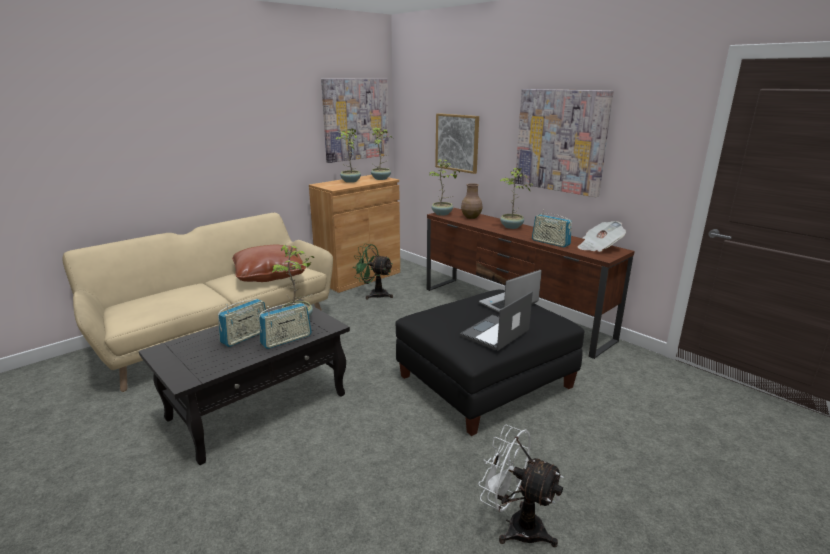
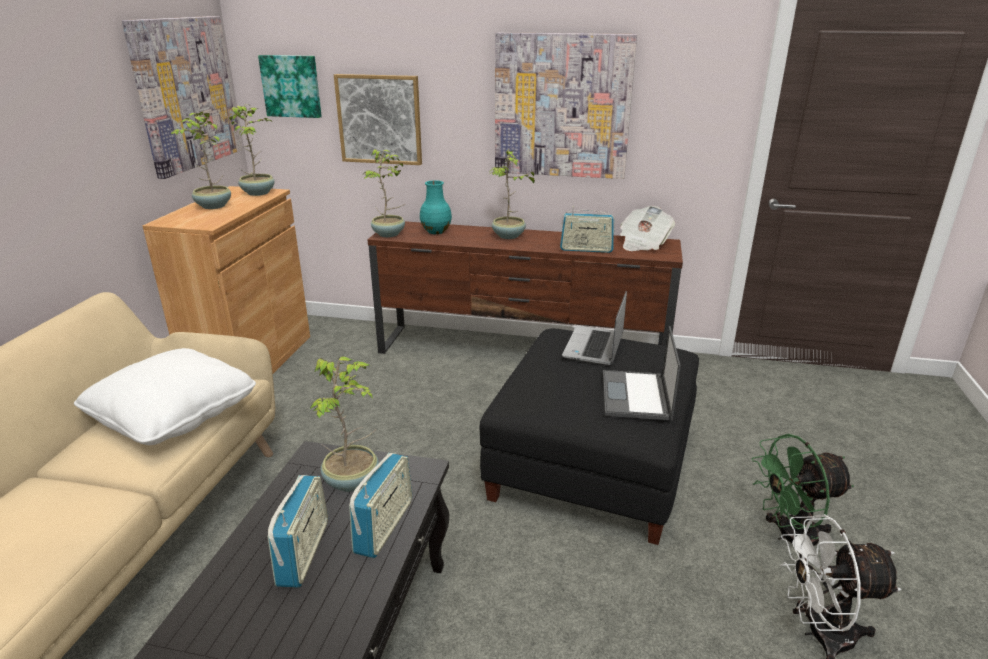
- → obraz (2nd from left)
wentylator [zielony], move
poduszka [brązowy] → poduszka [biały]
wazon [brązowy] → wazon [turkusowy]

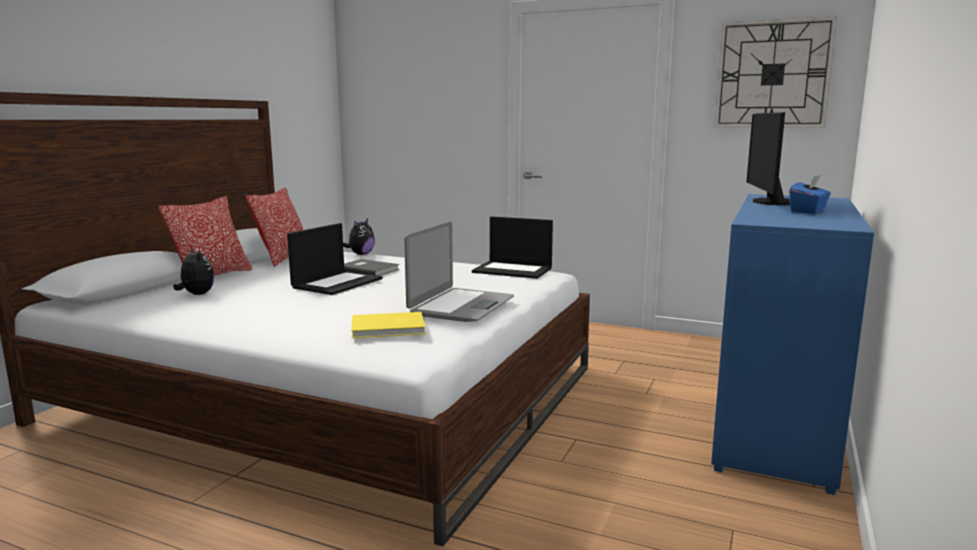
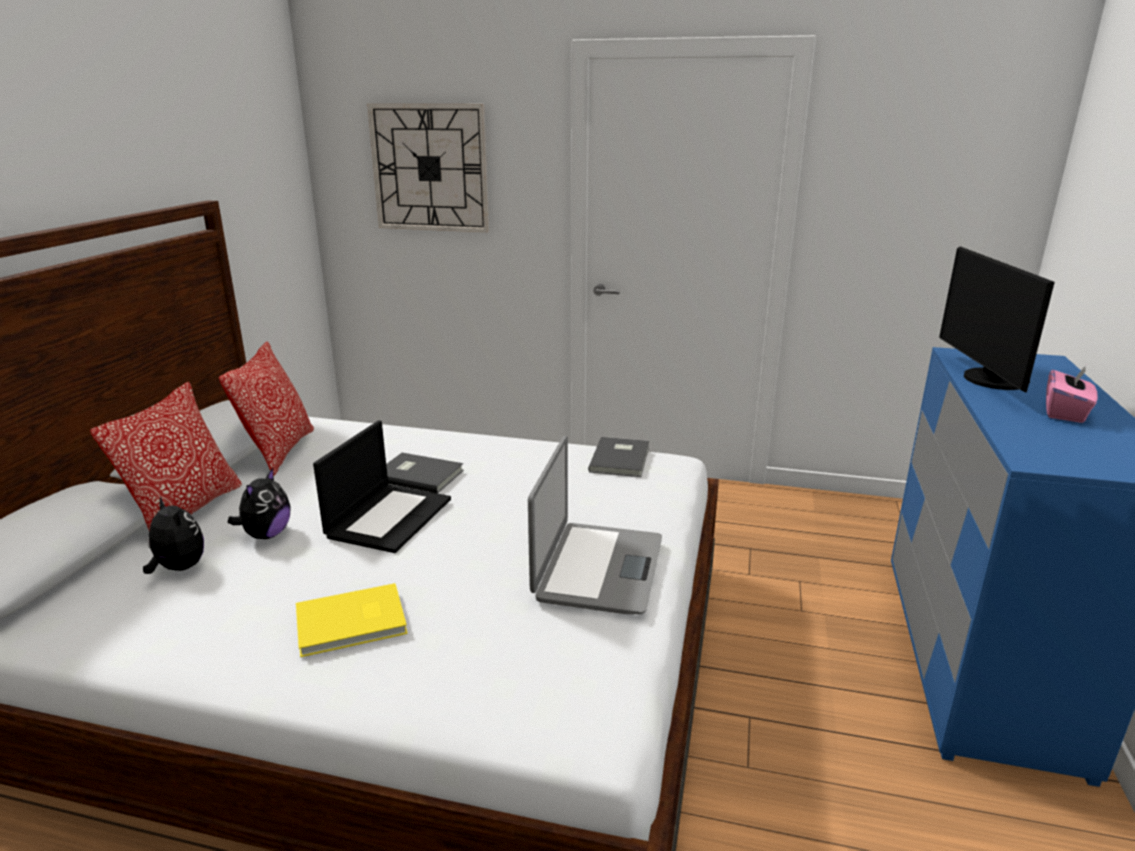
pluszak (2nd from left), move
książka [żółty], move
zegar ścienny, move
laptop (3rd from left) → książka [szary] (2nd from left)
pudełko chusteczek [niebieski] → pudełko chusteczek [różowy]

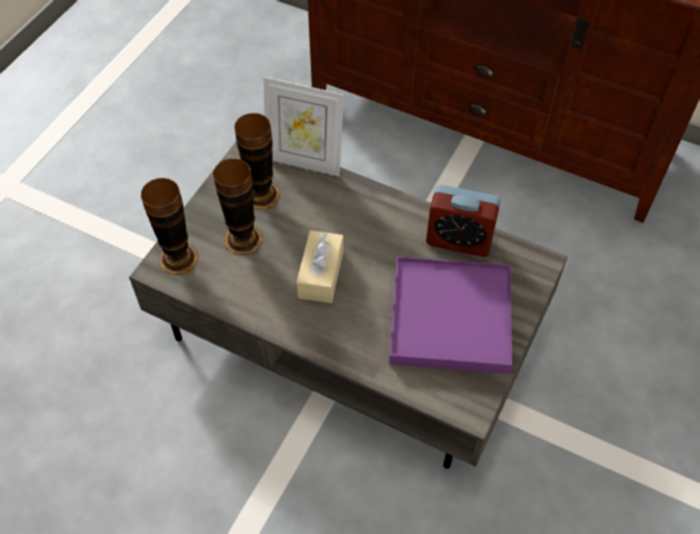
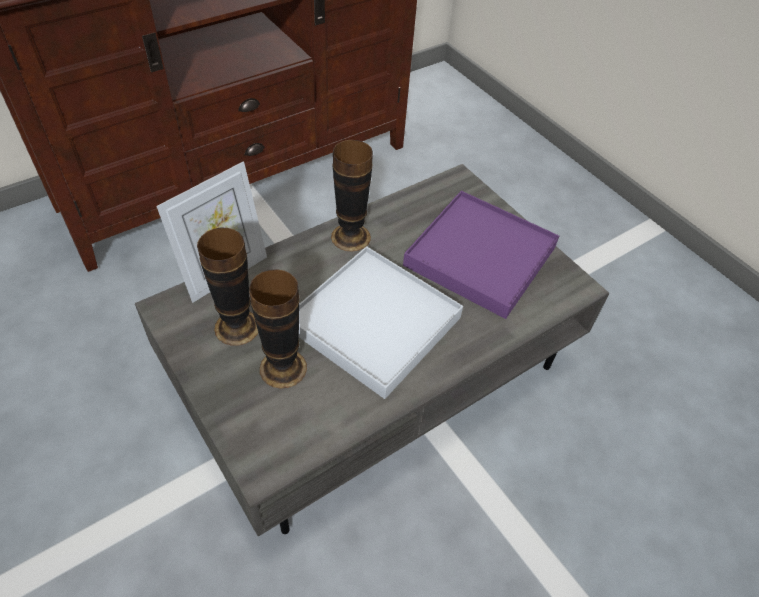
budzik → -
wazon (1st from left in the first image) → wazon (3rd from left), move
pudełko chusteczek [beżowy] → taca [biały]

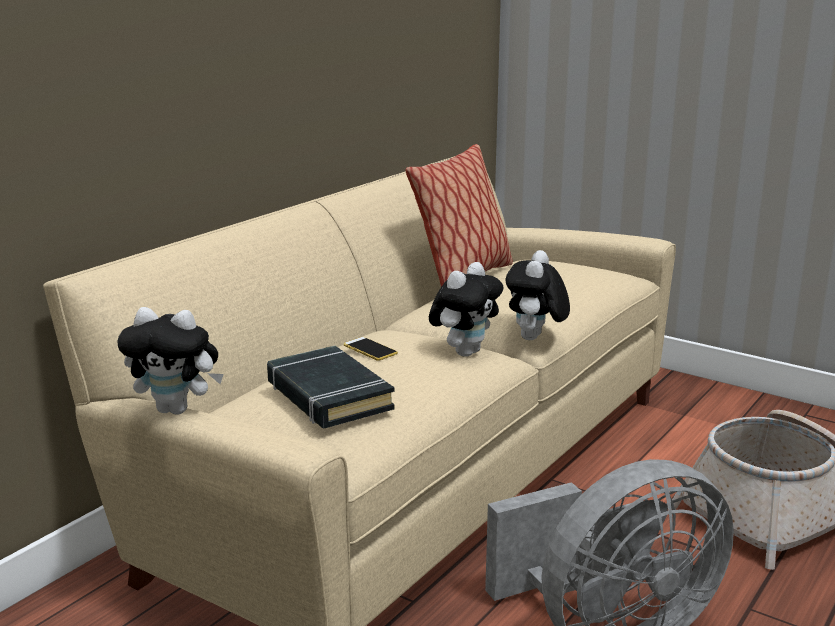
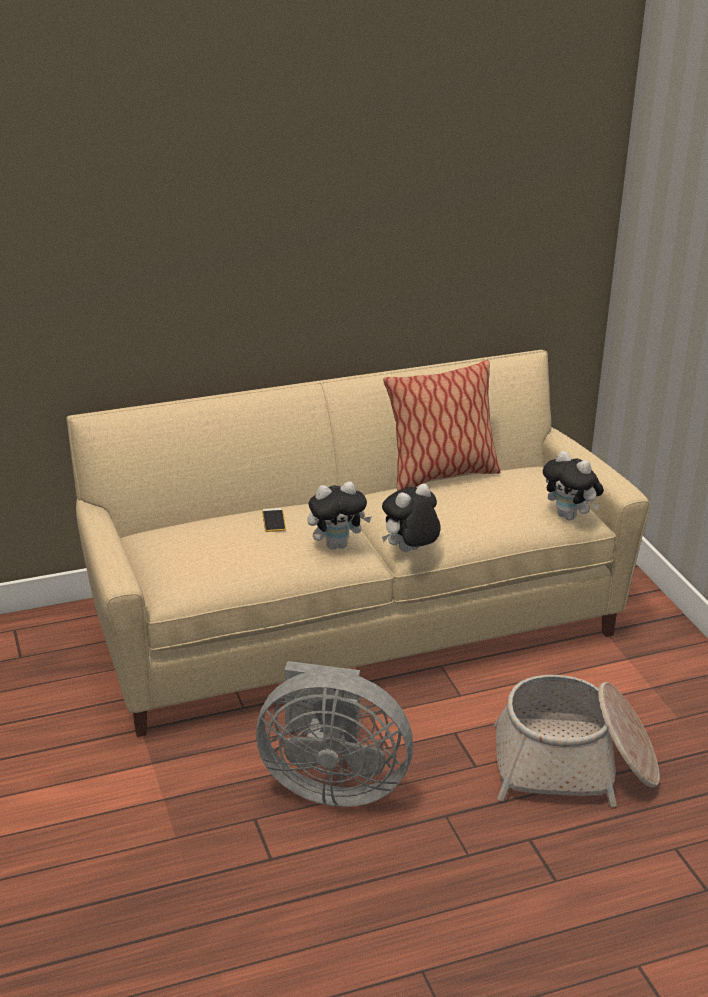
książka [czarny] → -
pluszak (1st from left in the first image) → pluszak (3rd from left), move

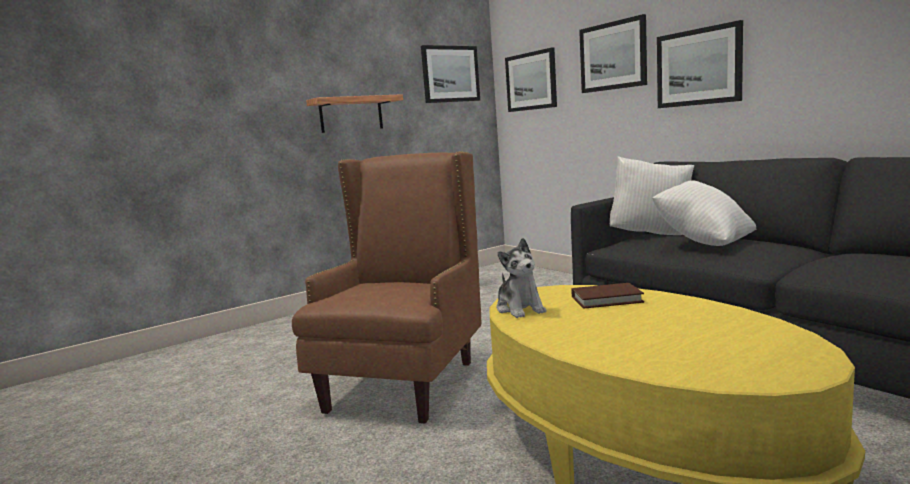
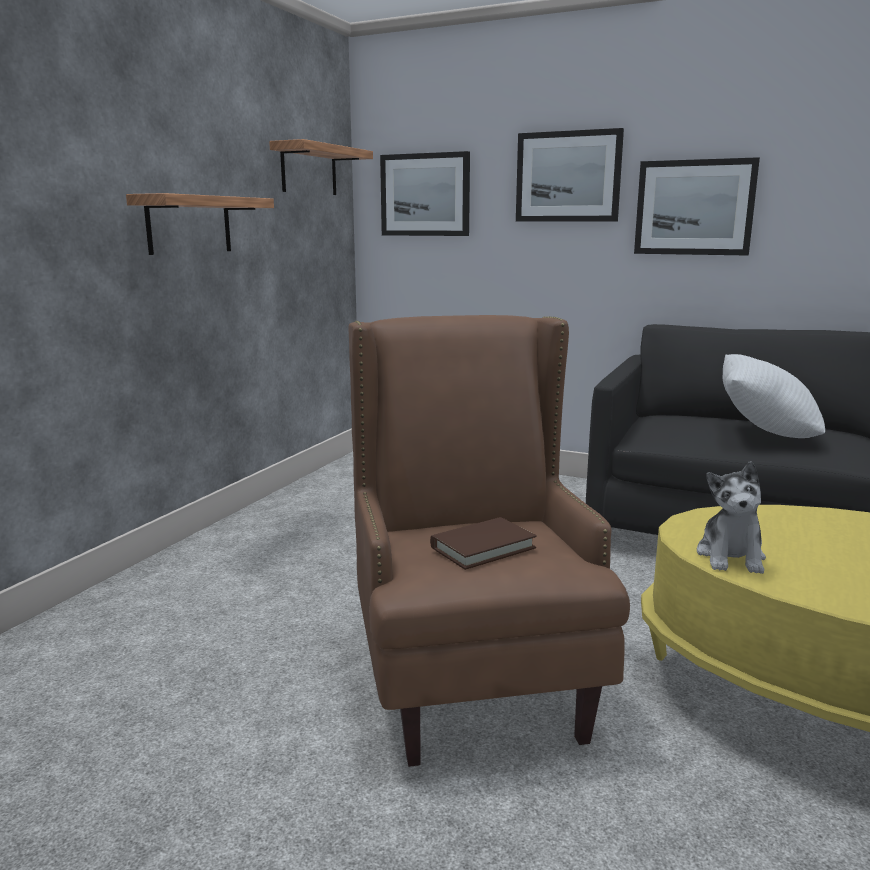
poduszka [biały] (1st from left) → -
książka [brązowy], move
obraz (1st from left) → półka (2nd from left)
pluszak, 60 degrees clockwise

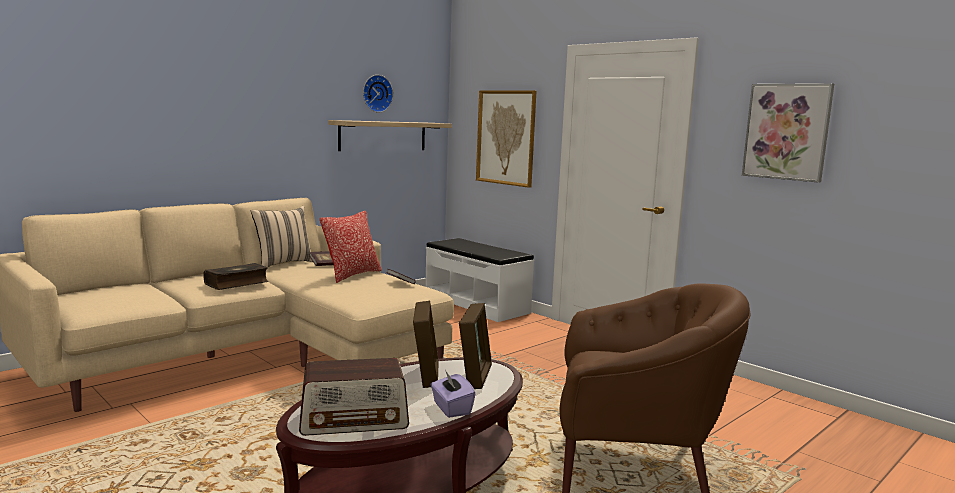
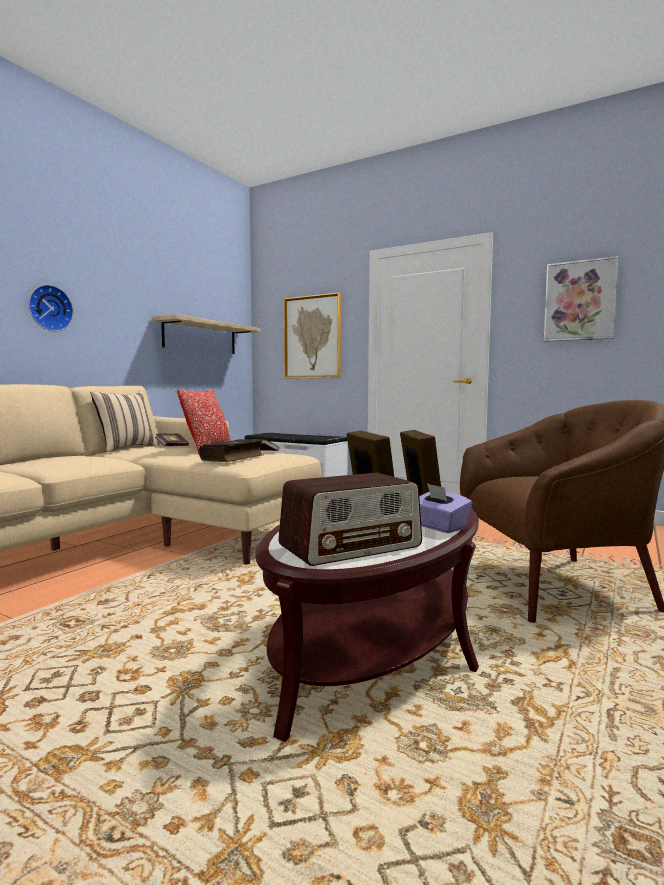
książka (1st from left in the first image) → książka (2nd from left), move
zegar ścienny, move

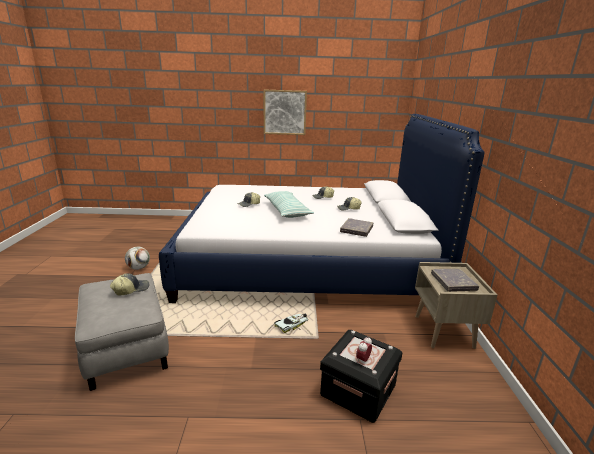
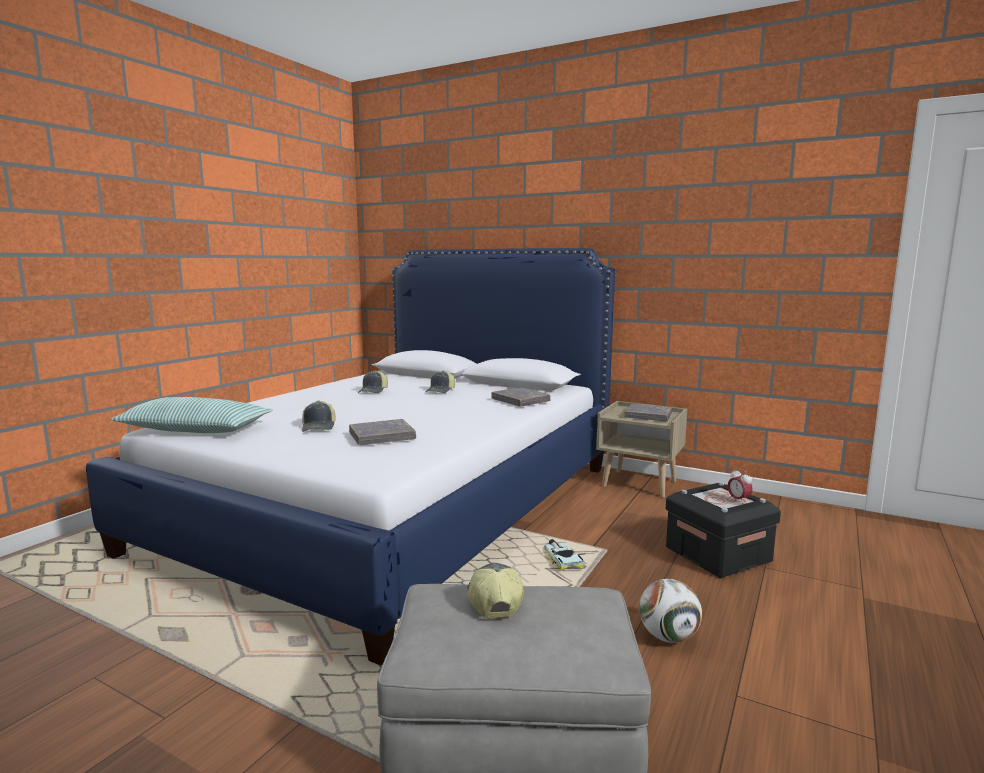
obraz → -
- → książka [szary] (1st from left)
piłka futbolowa, move
poduszka, move

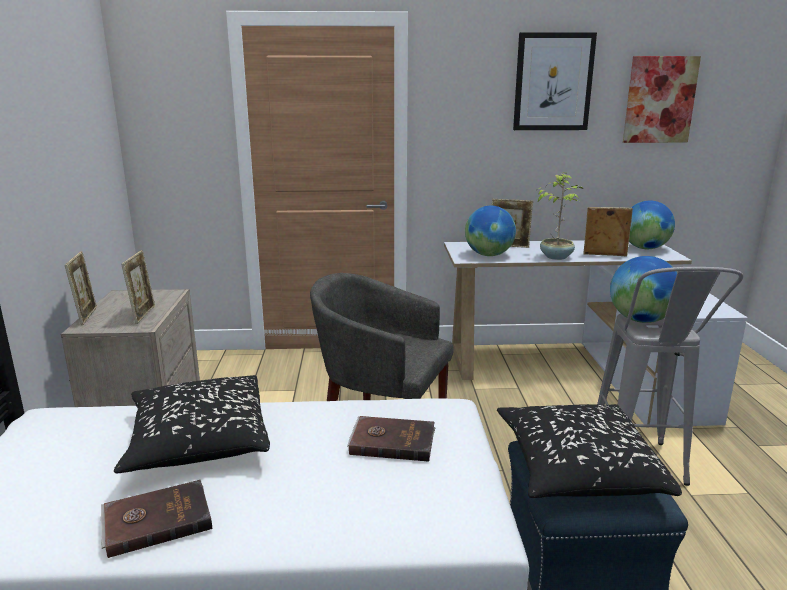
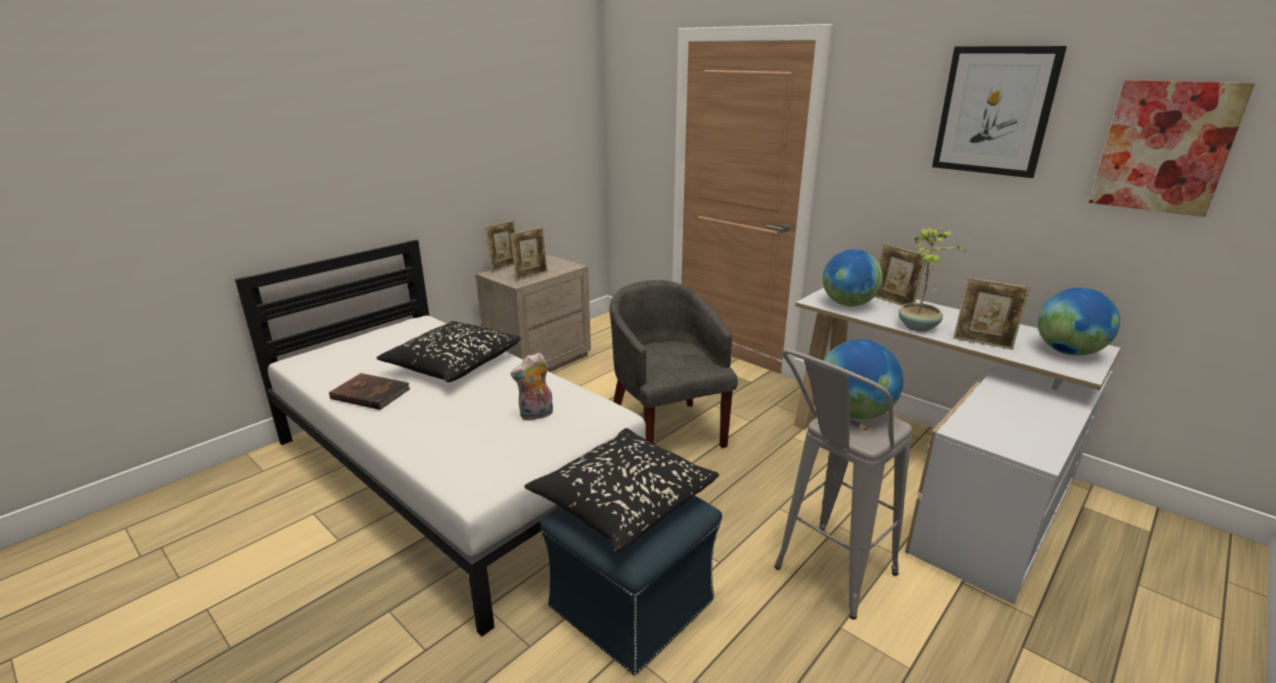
książka [brązowy] (2nd from left) → pluszak
ramka na zdjęcie (4th from left), 150 degrees clockwise

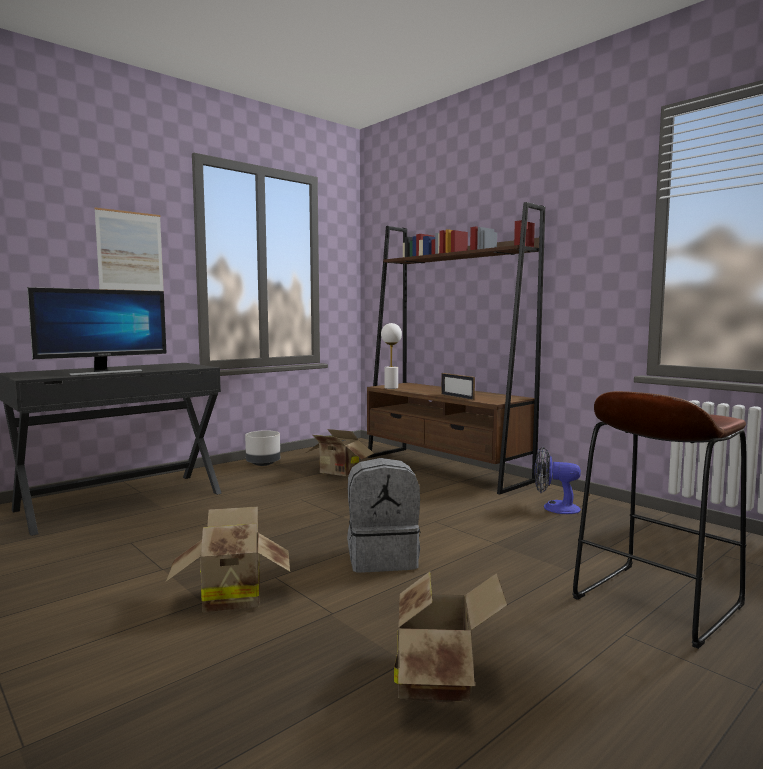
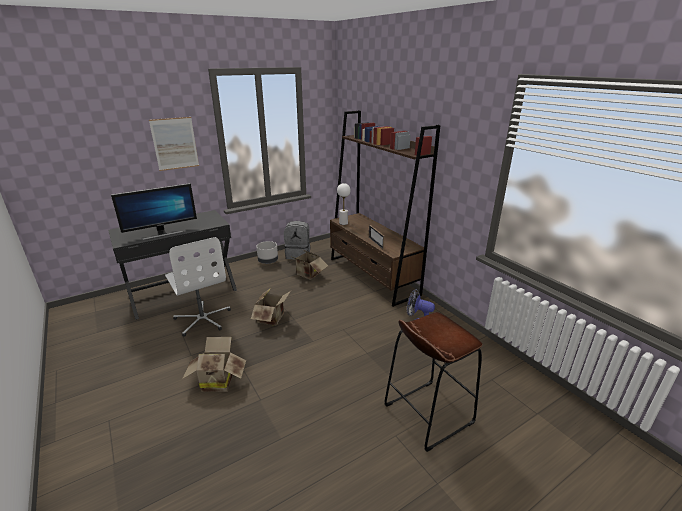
- → krzesło biurowe [biały]
plecak [szary], move
karton (3rd from left in the first image) → karton (2nd from left), move

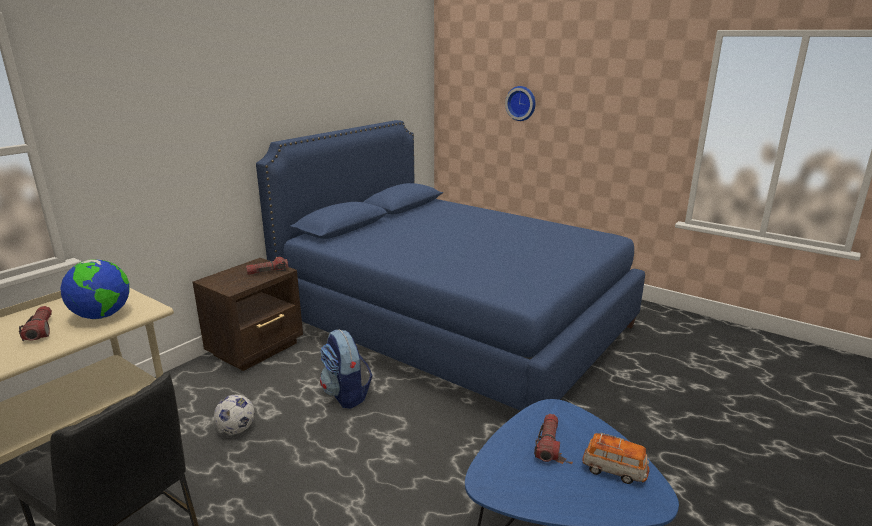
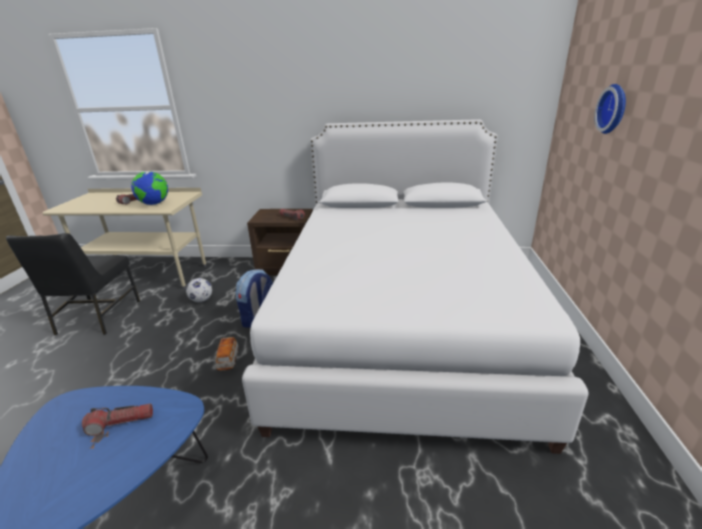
samochodzik, move
łóżko [niebieski] → łóżko [biały]

